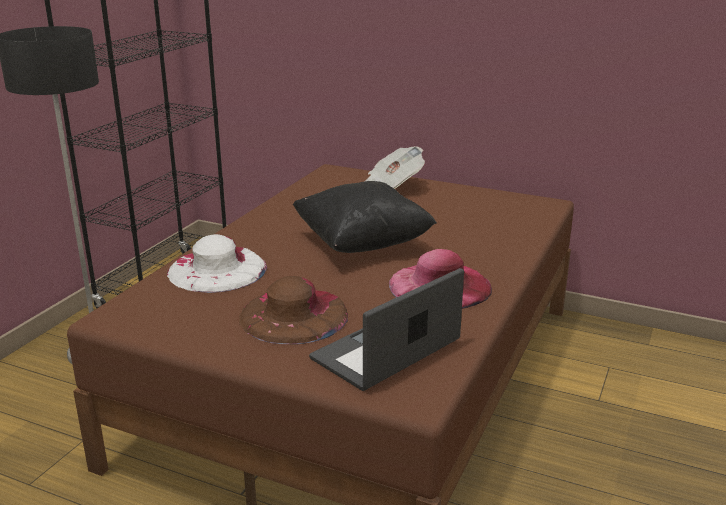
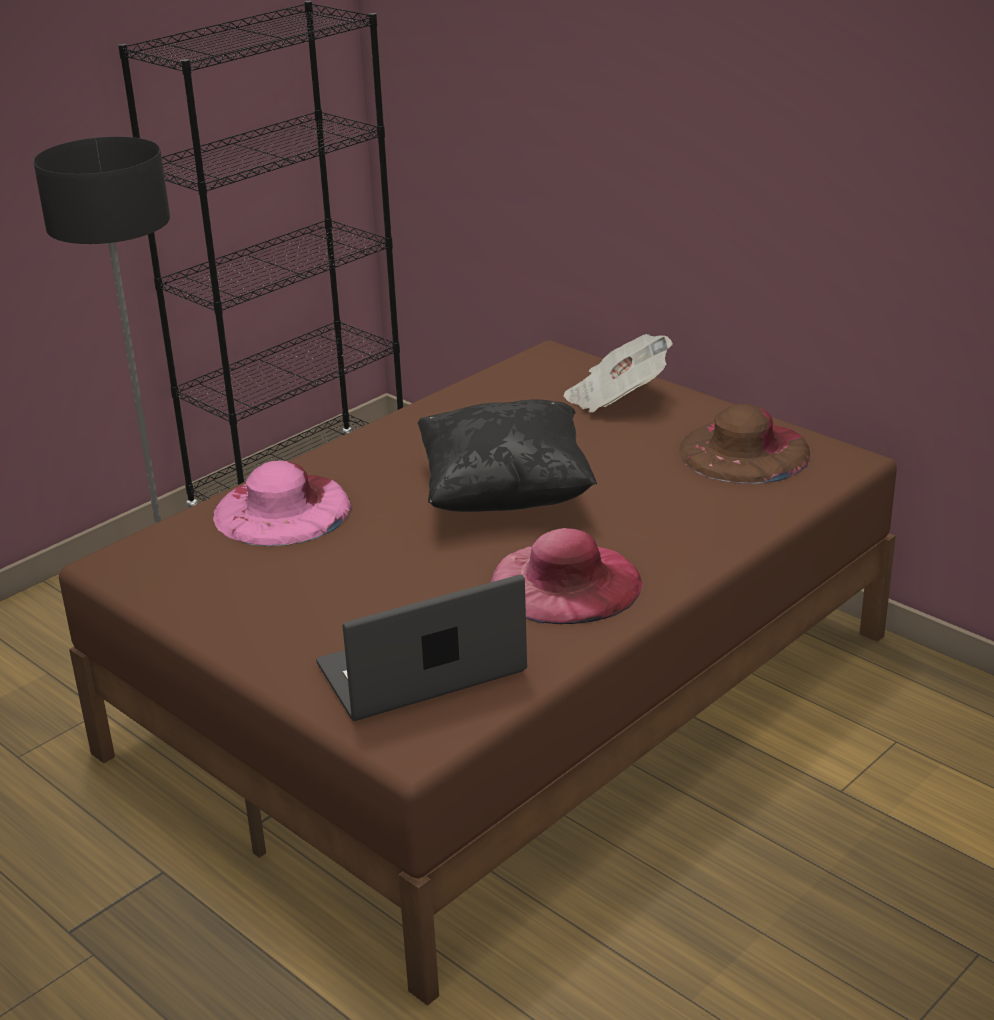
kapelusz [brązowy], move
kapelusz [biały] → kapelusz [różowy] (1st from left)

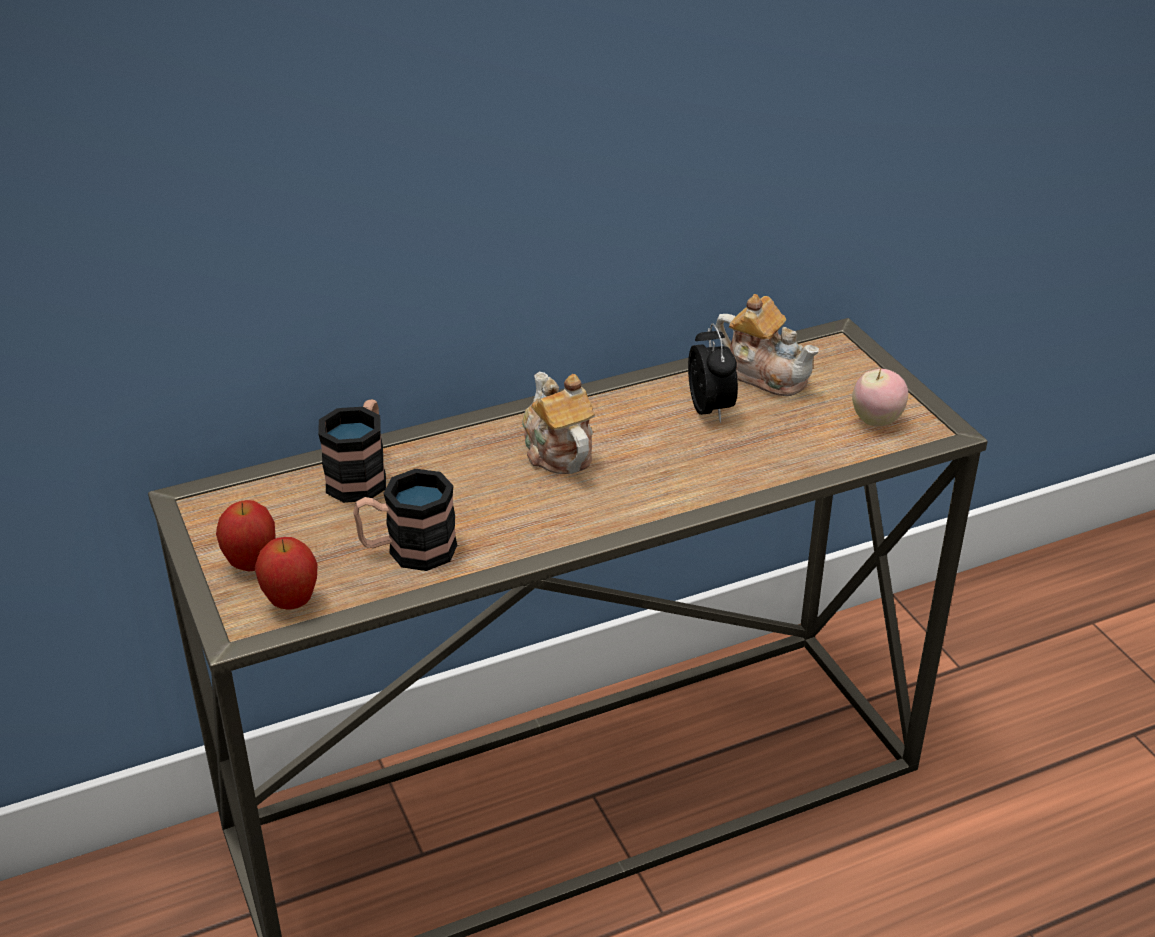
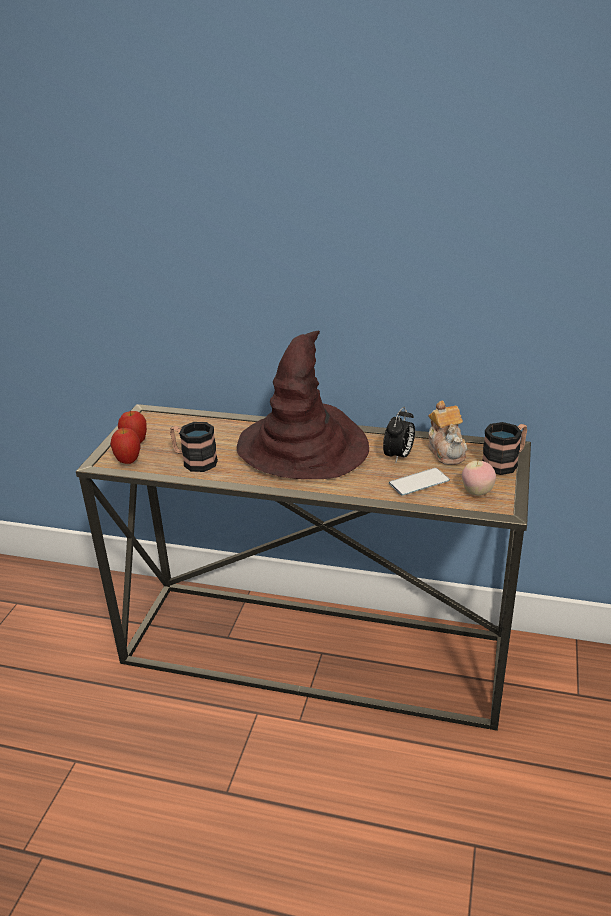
- → telefon
kubek (1st from left in the first image) → kubek (2nd from left), move
imbryk (1st from left) → kapelusz [brązowy]

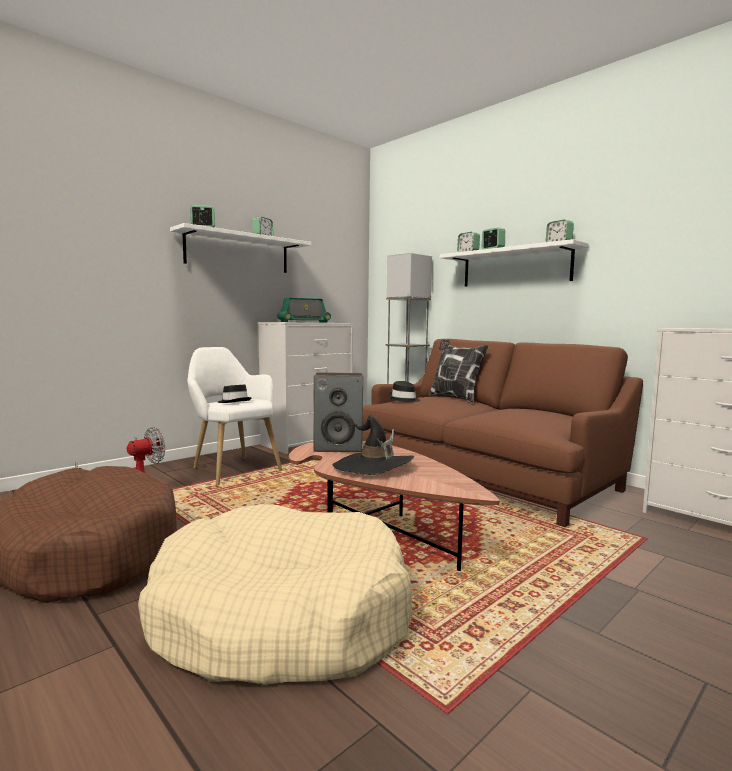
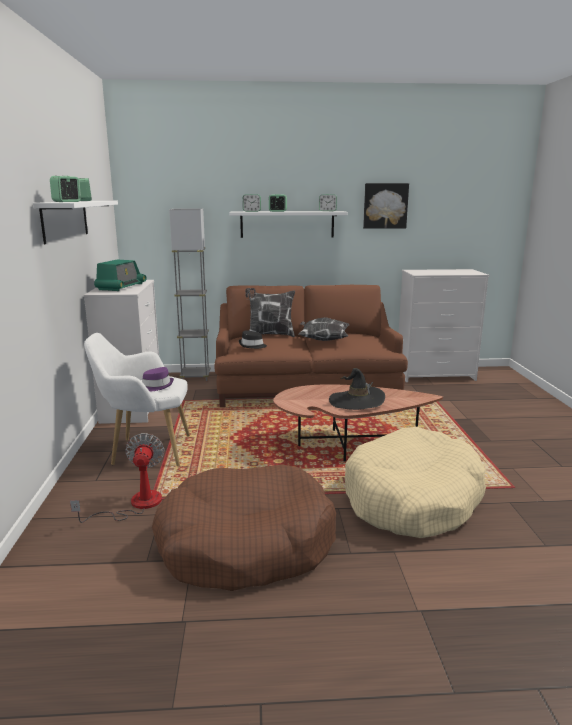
głośnik → -
- → poduszka (2nd from left)
- → obraz
kapelusz [czarny] (1st from left) → kapelusz [fioletowy]

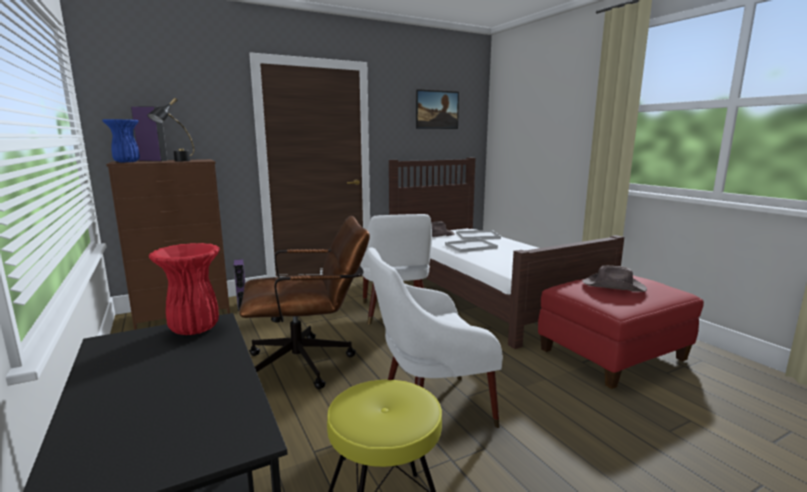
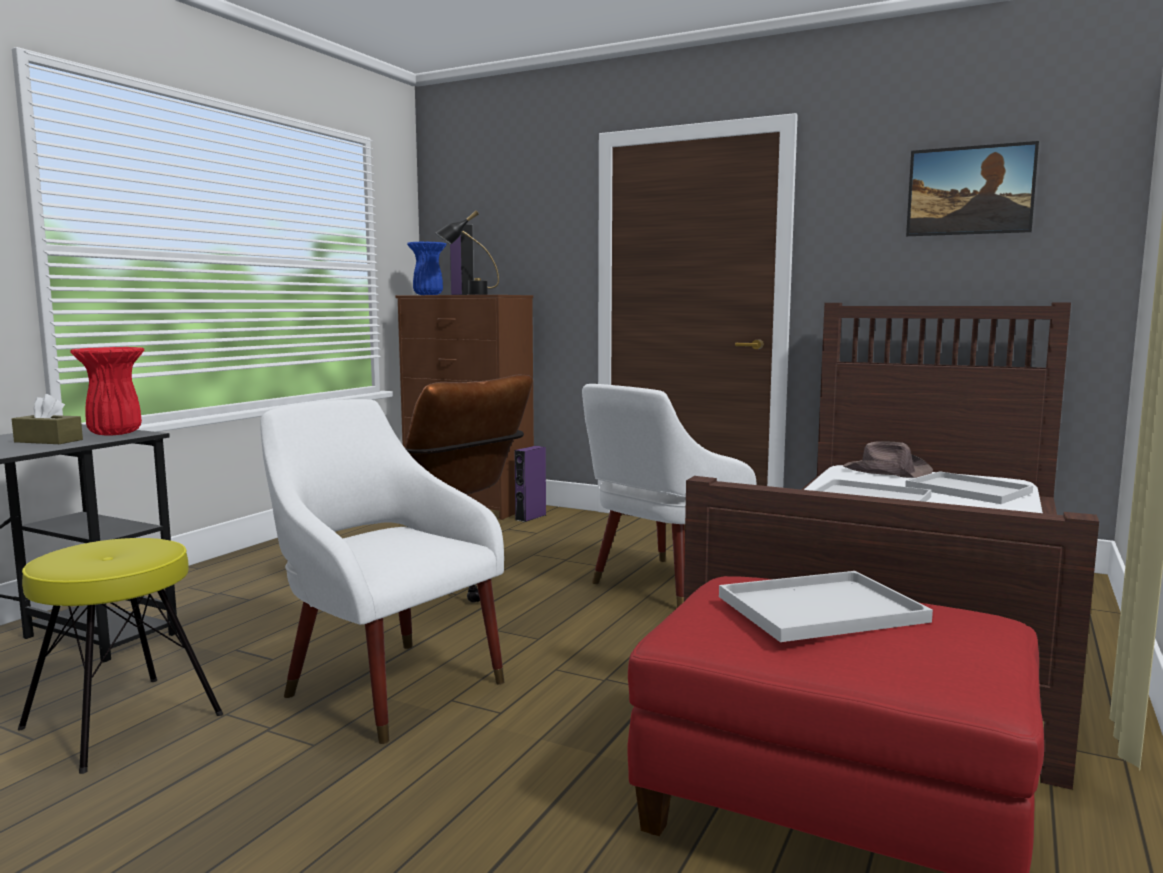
- → pudełko chusteczek [brązowy]
kapelusz [brązowy] (2nd from left) → taca [biały] (1st from left)

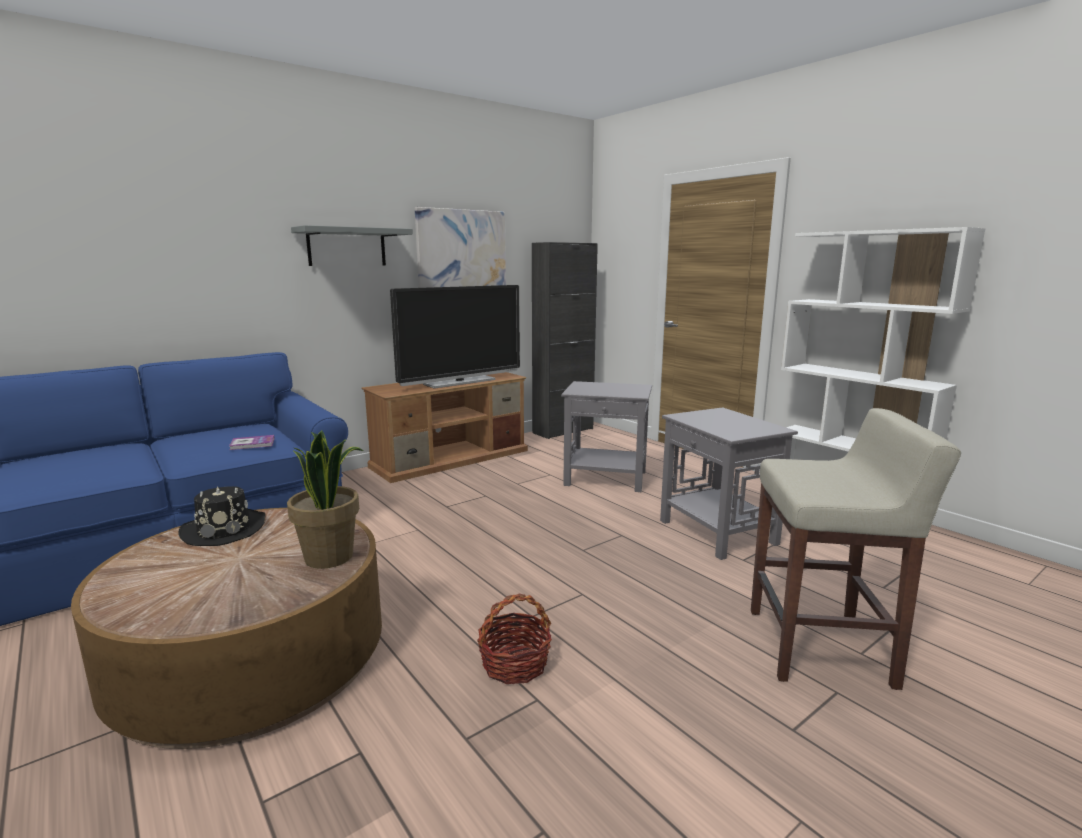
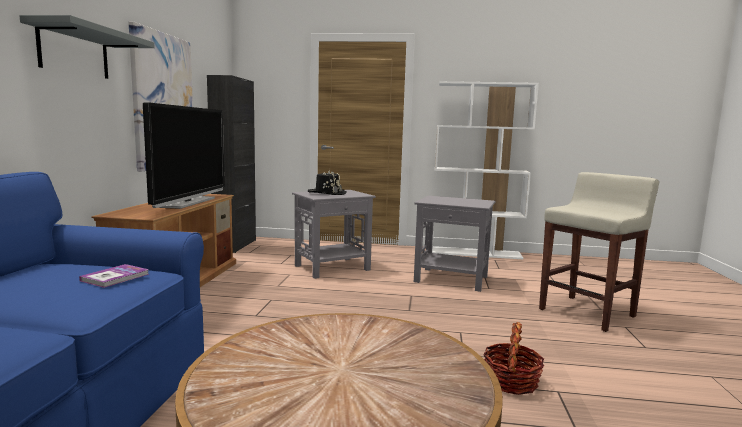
roślina doniczkowa → -
kapelusz [czarny], move

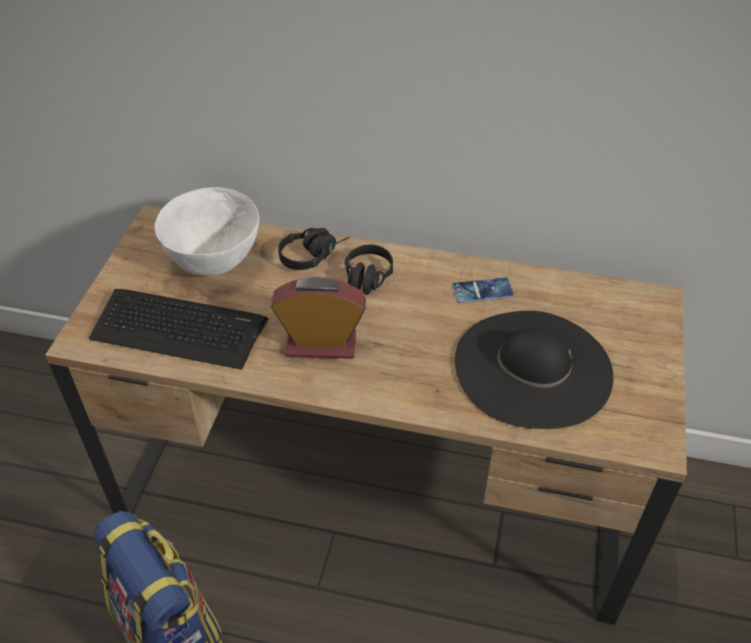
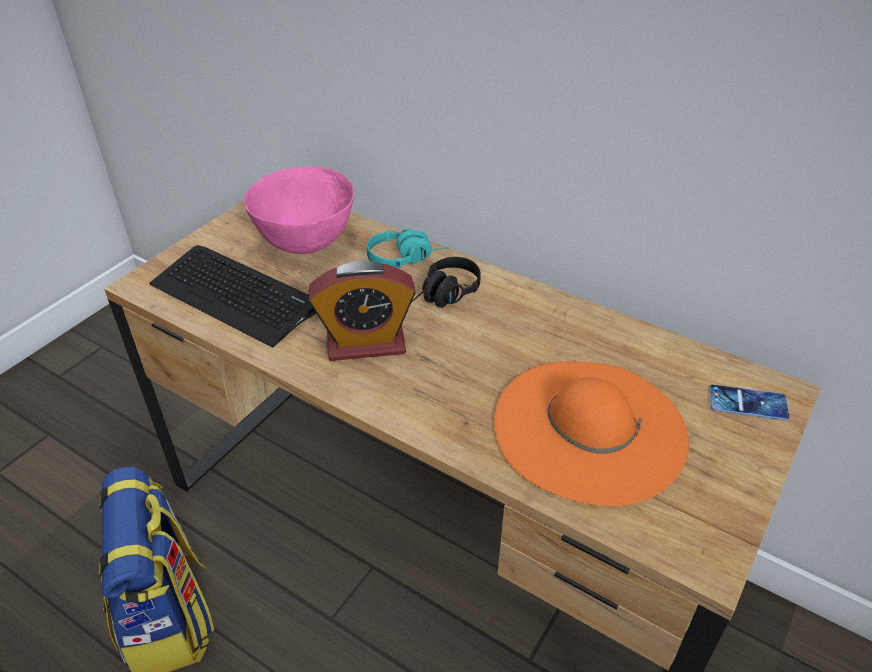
telefon, move
miska [biały] → miska [różowy]
słuchawki [czarny] (1st from left) → słuchawki [turkusowy]
kapelusz [czarny] → kapelusz [pomarańczowy]
budzik, 150 degrees clockwise

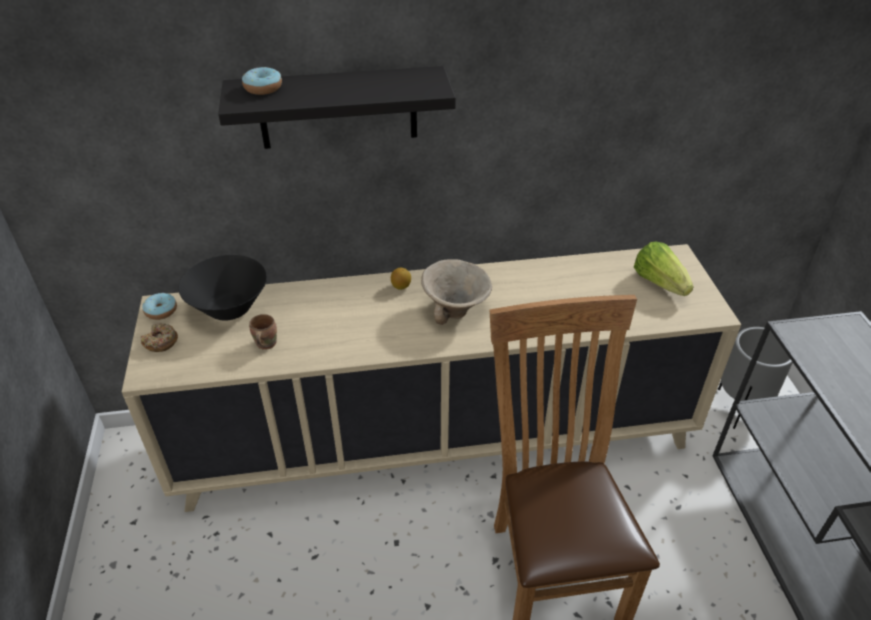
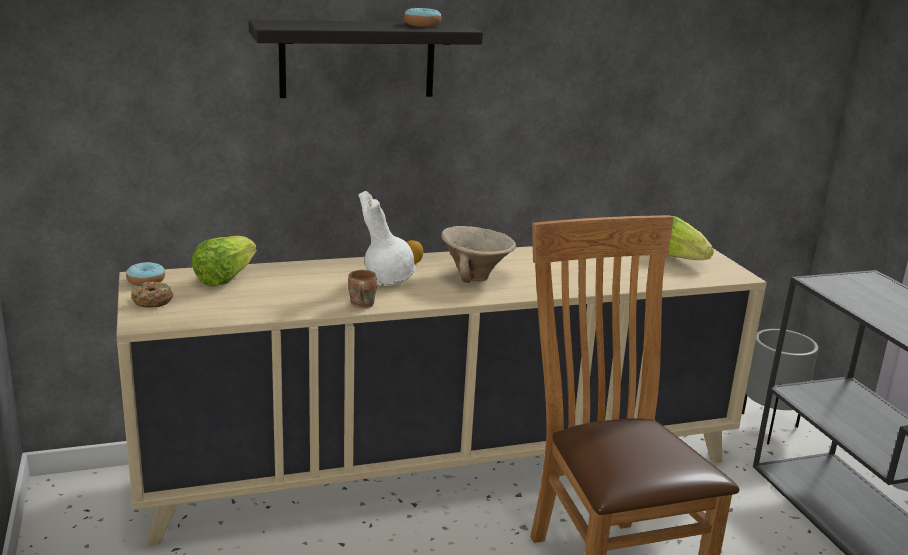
- → wazon [biały]
donut (3rd from left), move
kubek [brązowy], move
miska [czarny] → sałata (1st from left)

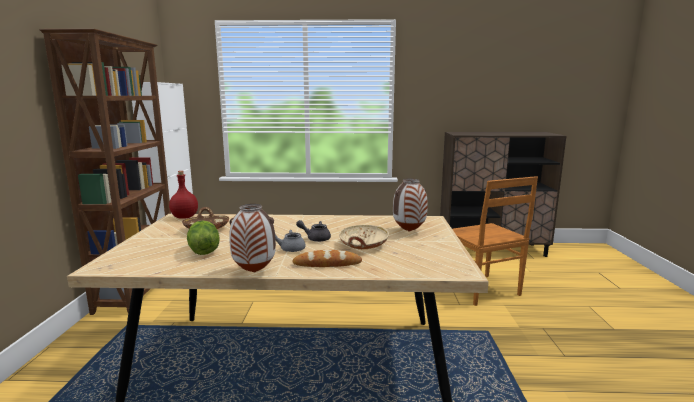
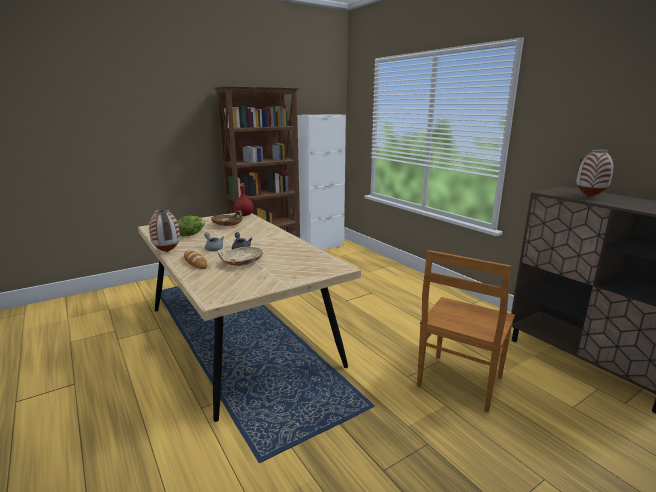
wazon (2nd from left), move

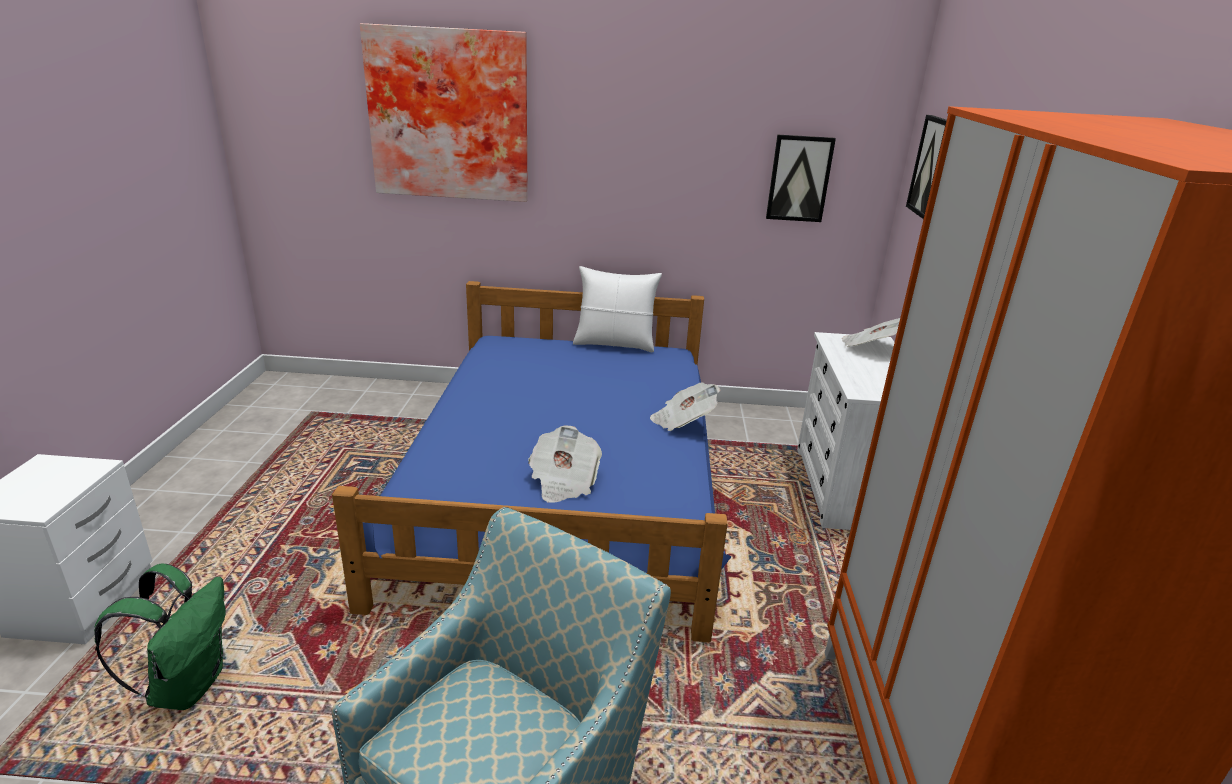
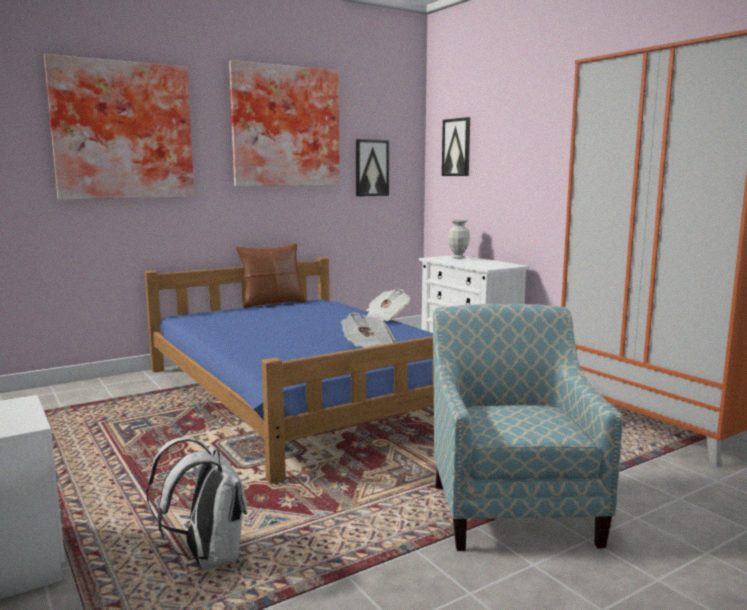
- → obraz (2nd from left)
gazeta (3rd from left) → wazon
plecak [zielony] → plecak [biały]
poduszka [biały] → poduszka [brązowy]

